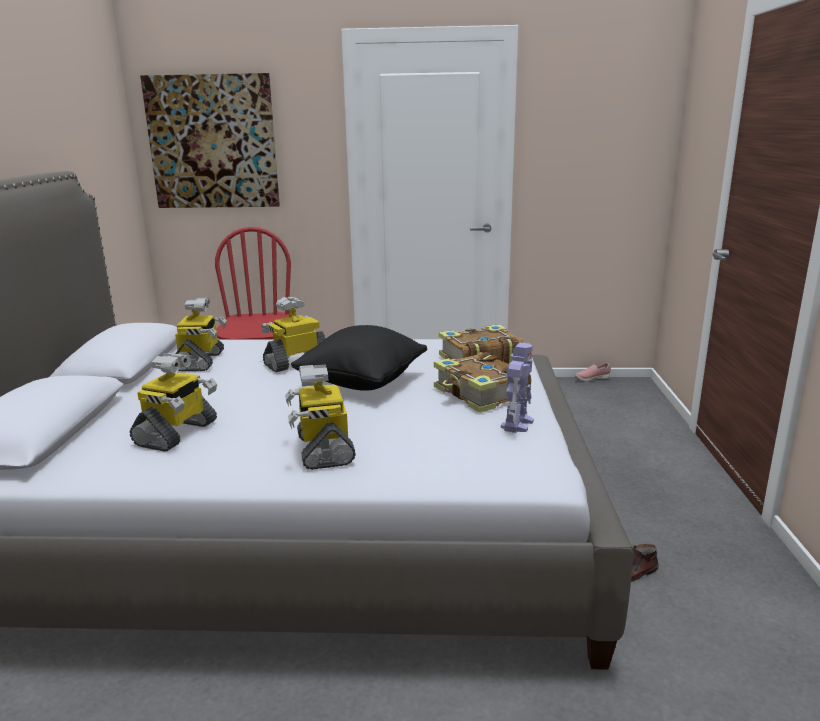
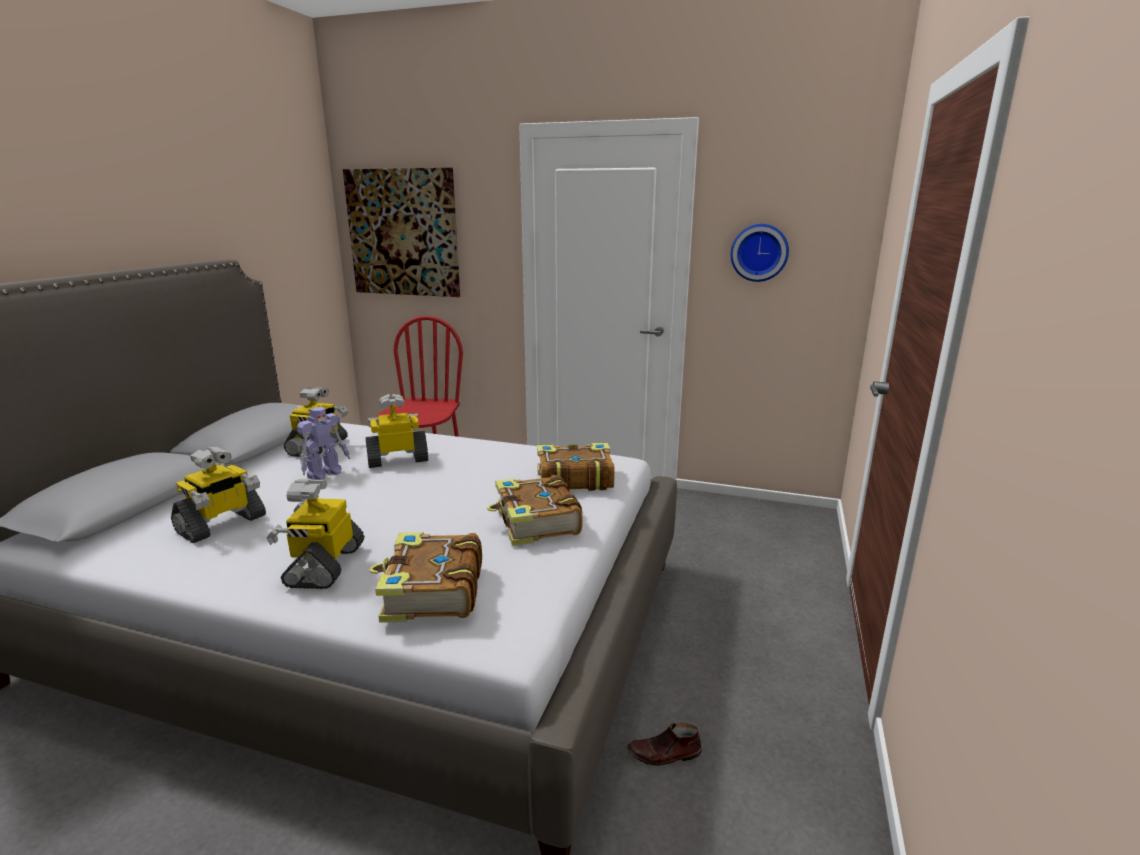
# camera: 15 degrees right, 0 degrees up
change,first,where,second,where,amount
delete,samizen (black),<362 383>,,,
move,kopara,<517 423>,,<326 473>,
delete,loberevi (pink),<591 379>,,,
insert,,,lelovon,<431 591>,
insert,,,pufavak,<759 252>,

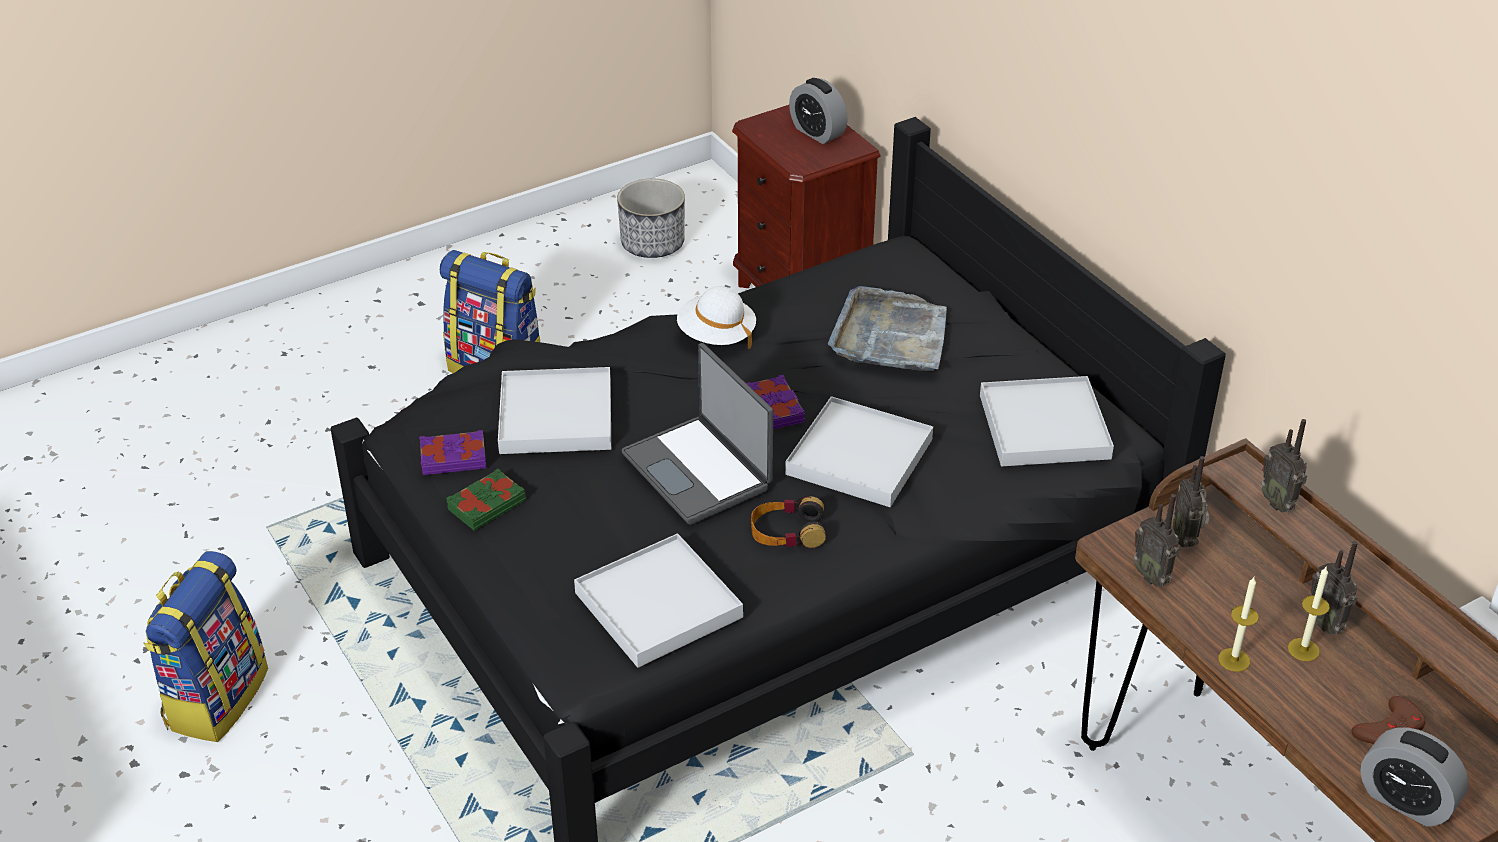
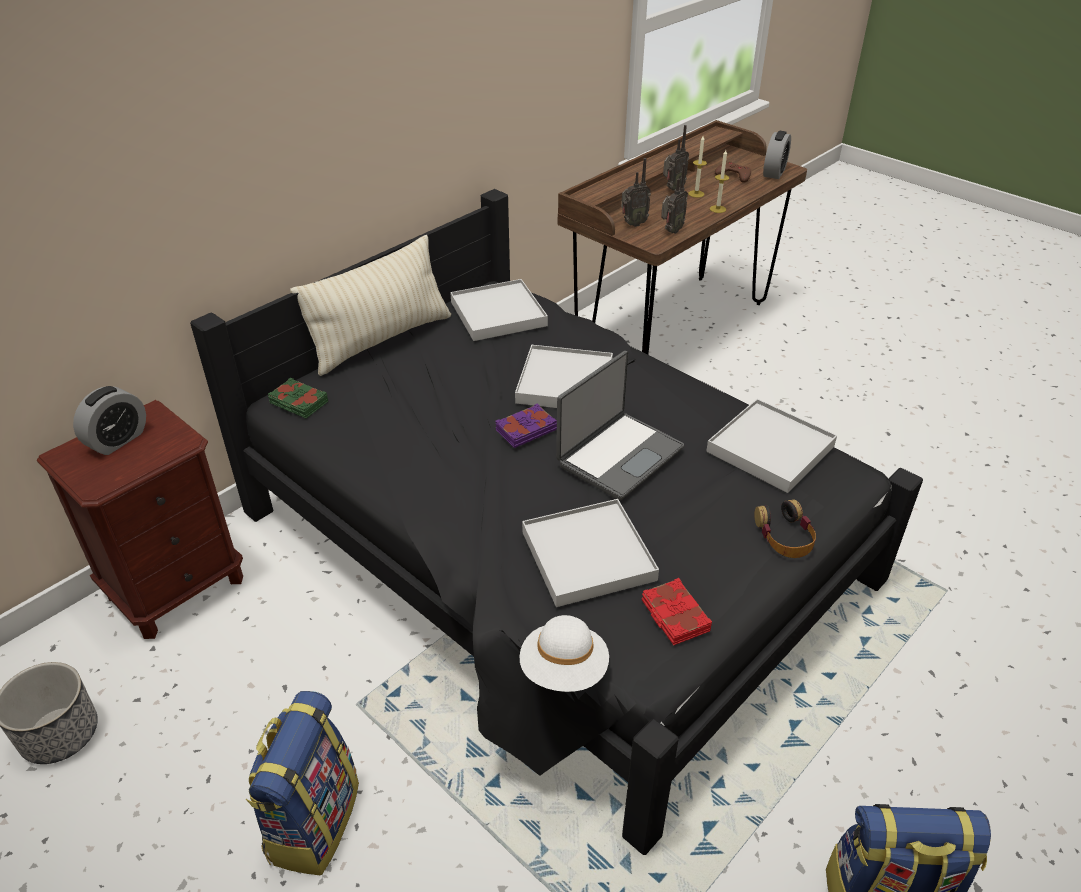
# camera: 105 degrees left, 0 degrees up
change,first,where,second,where,amount
recolor,lelovon (purple),<453 457>,lelovon (red),<674 616>,
move,lelovon (green),<486 505>,,<298 403>,
move,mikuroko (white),<716 335>,,<564 670>,
move,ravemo,<787 531>,,<785 536>,
delete,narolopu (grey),<890 336>,,,
delete,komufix,<1278 503>,,,
insert,,,samizen (beige),<381 340>,

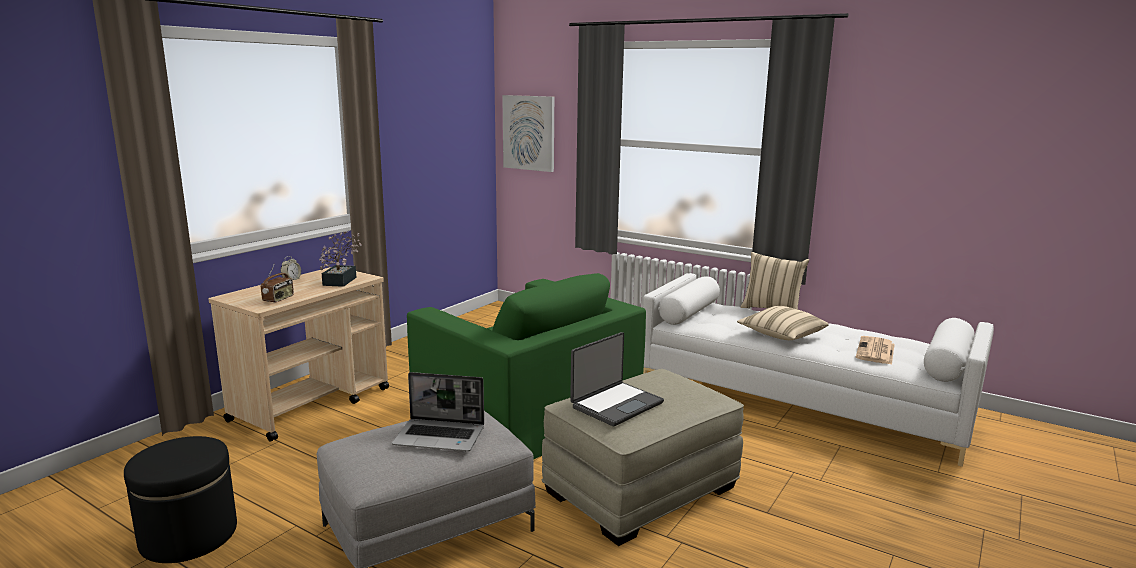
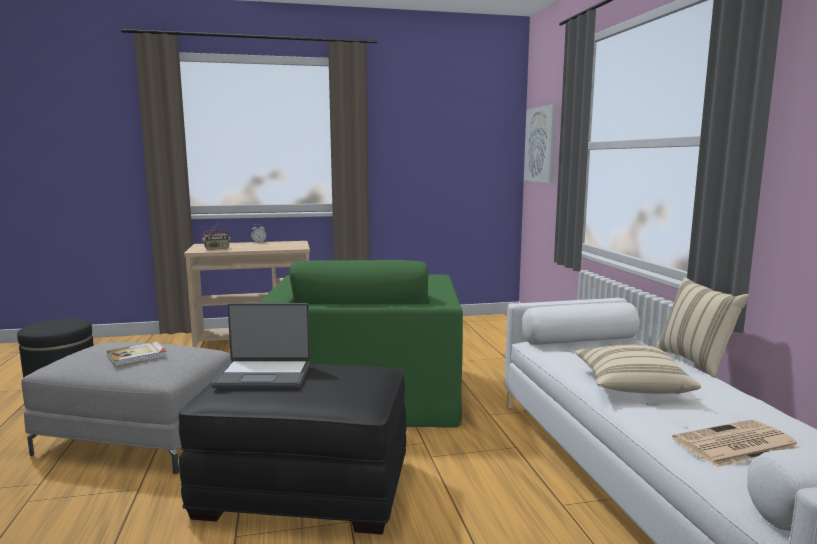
# camera: 45 degrees right, 5 degrees down
change,first,where,second,where,amount
delete,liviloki,<342 280>,,,
replace,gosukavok,<441 436>,lelovon,<137 356>,
recolor,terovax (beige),<641 489>,terovax (black),<306 488>,

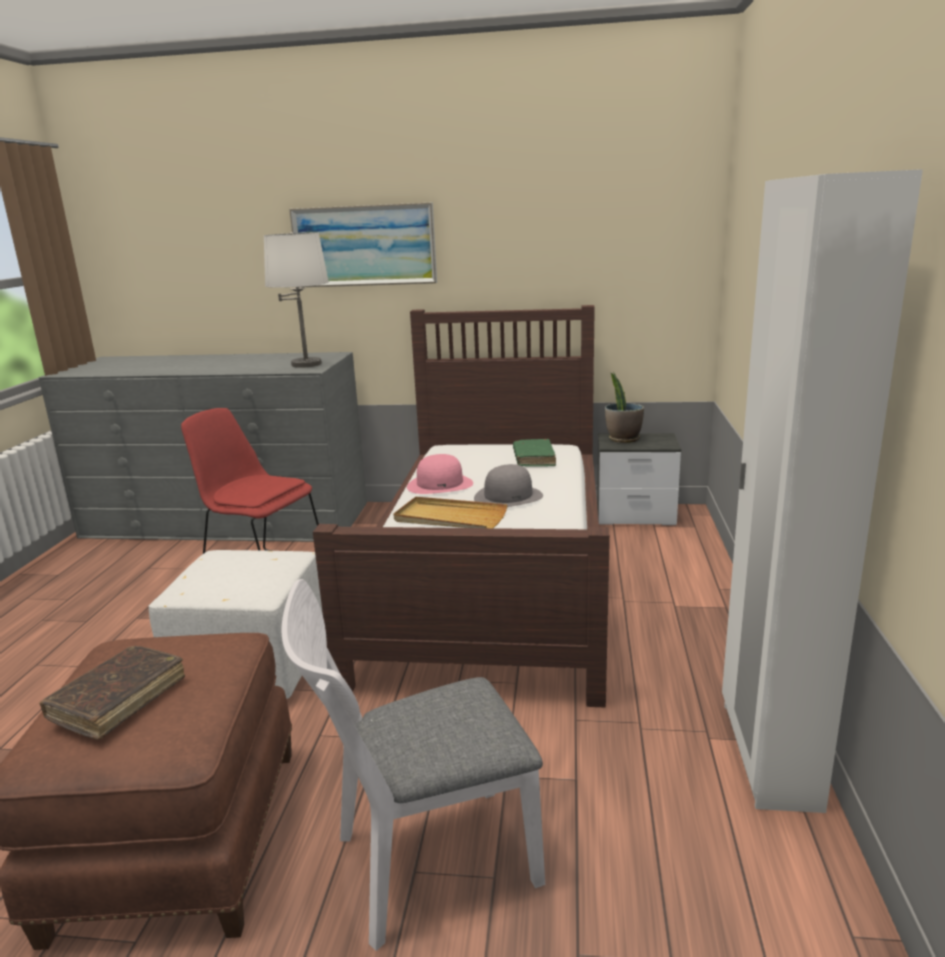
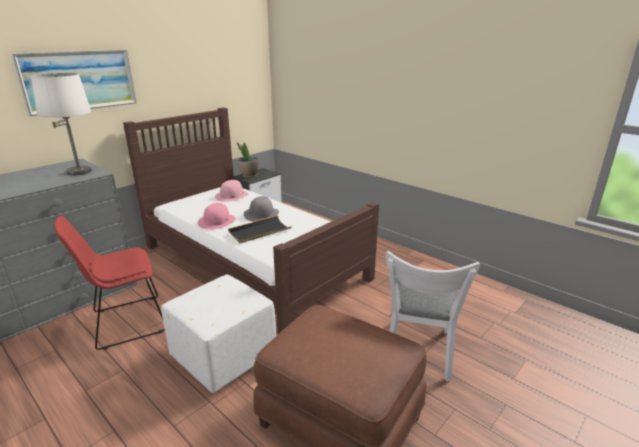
# camera: 55 degrees left, 5 degrees up
change,first,where,second,where,amount
delete,lelovon (brown),<118 700>,,,
recolor,narolopu (beige),<450 518>,narolopu (black),<259 231>,
replace,lelovon (green),<533 459>,mikuroko (pink),<232 195>,
delete,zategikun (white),<767 754>,,,

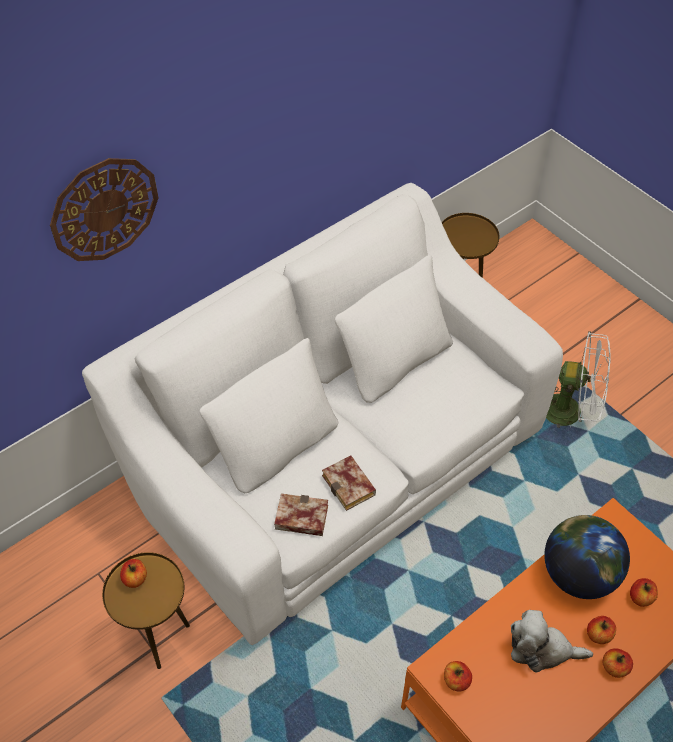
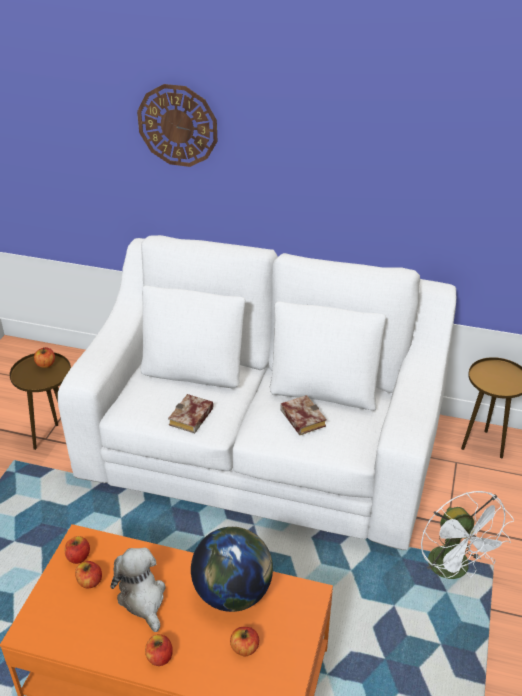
# camera: 55 degrees right, 15 degrees down
change,first,where,second,where,amount
move,lelovon,<299 519>,,<300 418>,
move,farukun,<599 635>,,<89 581>,

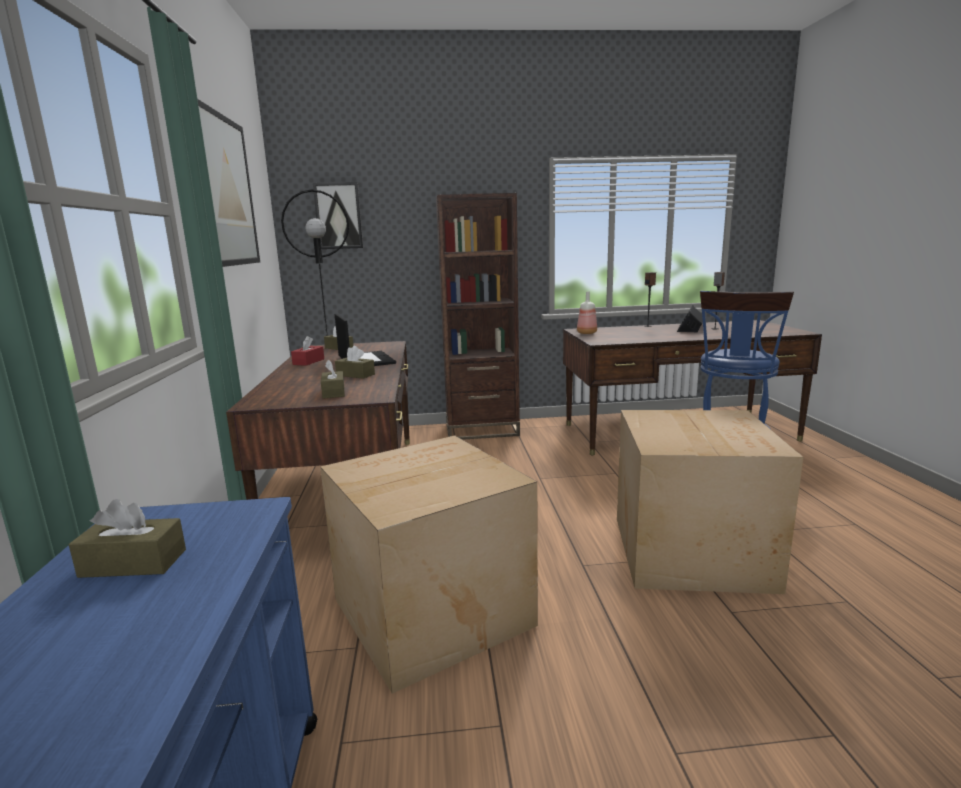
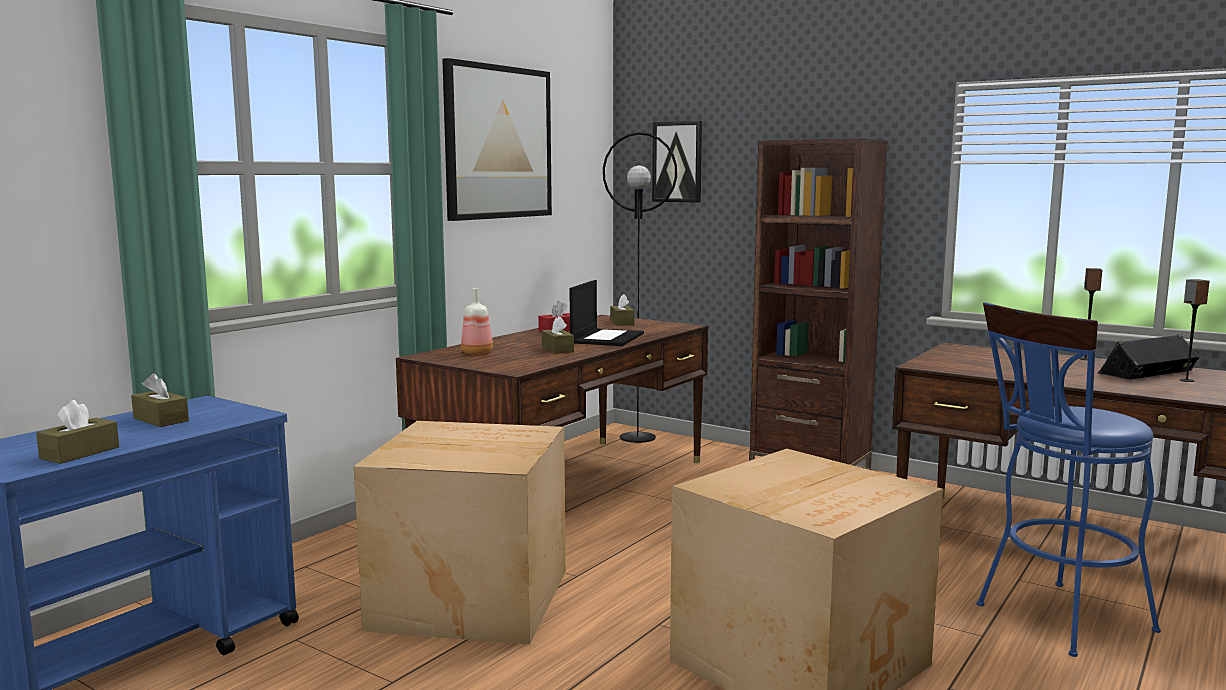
# camera: 40 degrees right, 5 degrees down
change,first,where,second,where,amount
move,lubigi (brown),<333 392>,,<80 453>,
move,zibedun,<586 333>,,<476 352>,

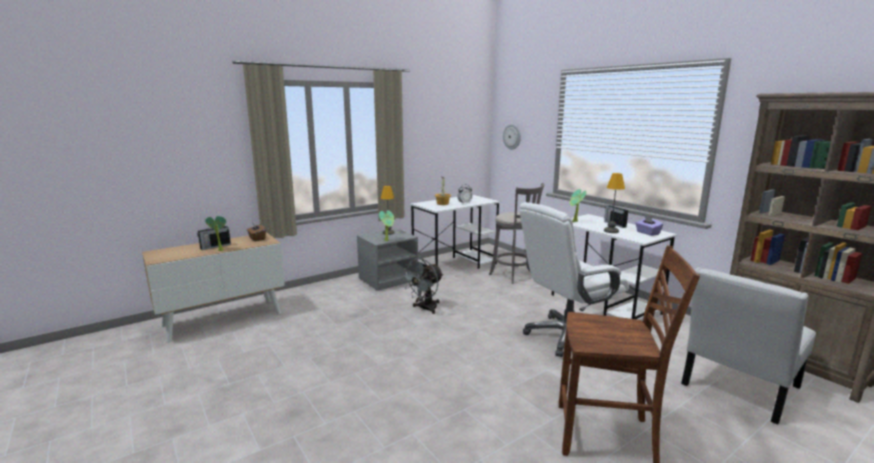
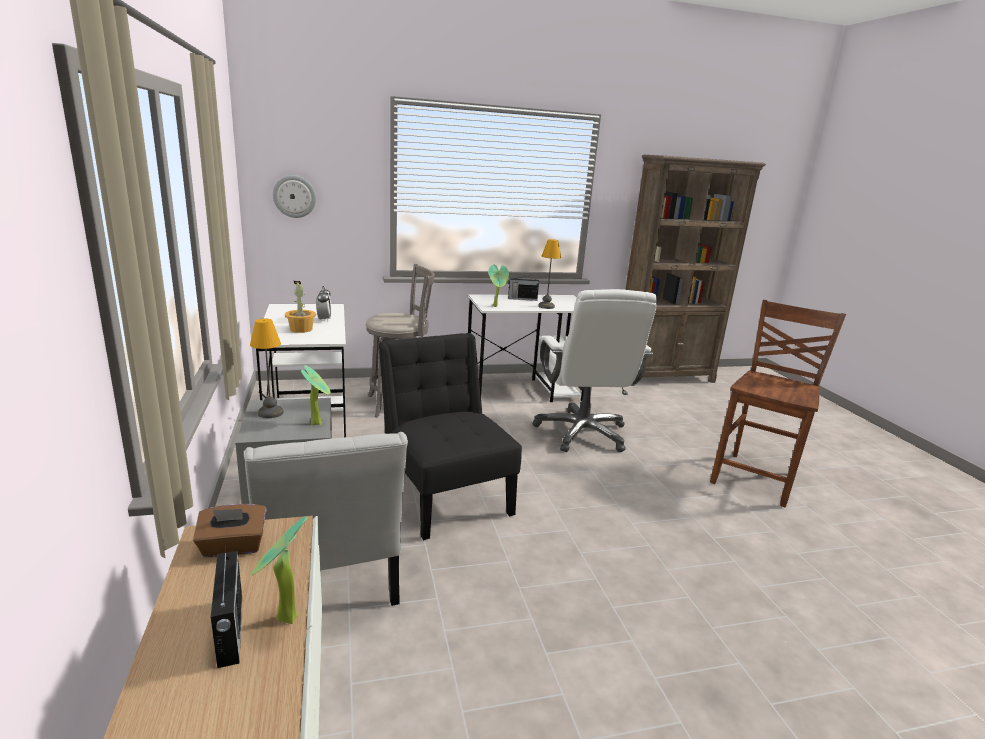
# camera: 70 degrees left, 5 degrees up
change,first,where,second,where,amount
replace,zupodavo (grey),<425 309>,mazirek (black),<445 495>,
delete,lubigi (purple),<647 233>,,,
move,mazirek (white),<737 388>,,<328 581>,

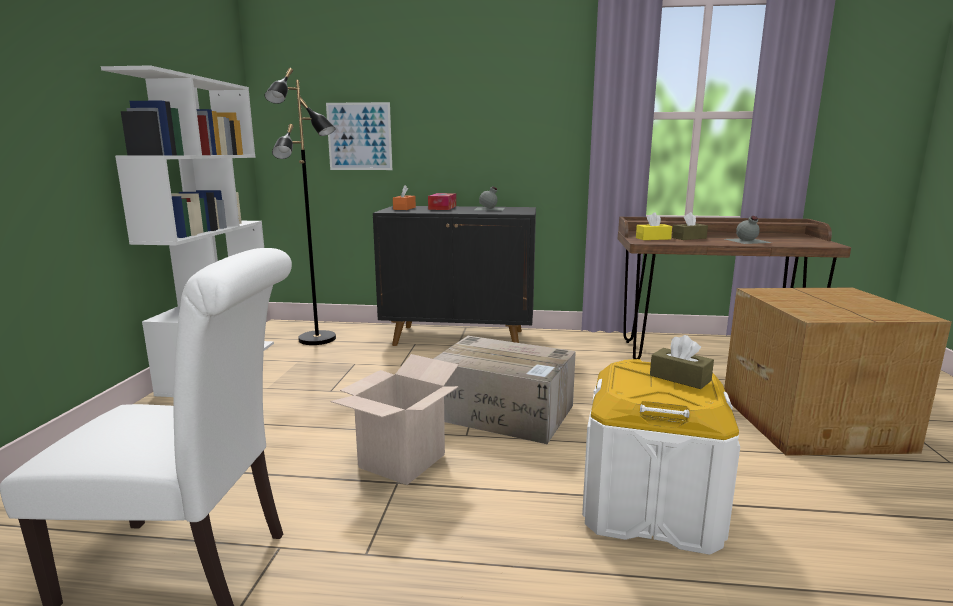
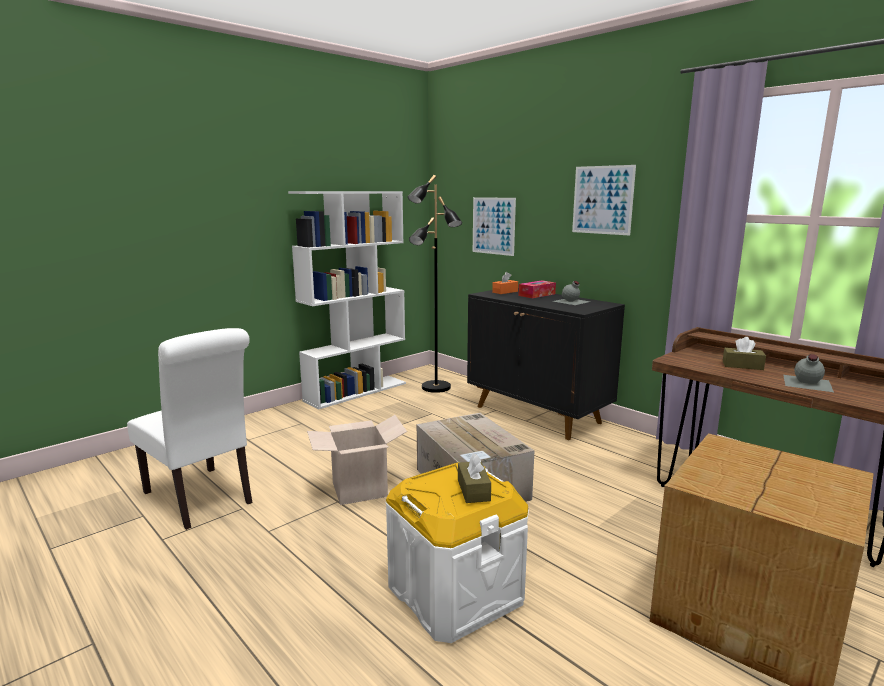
# camera: 40 degrees right, 0 degrees up
change,first,where,second,where,amount
delete,lubigi (yellow),<653 238>,,,
insert,,,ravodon,<602 200>,

